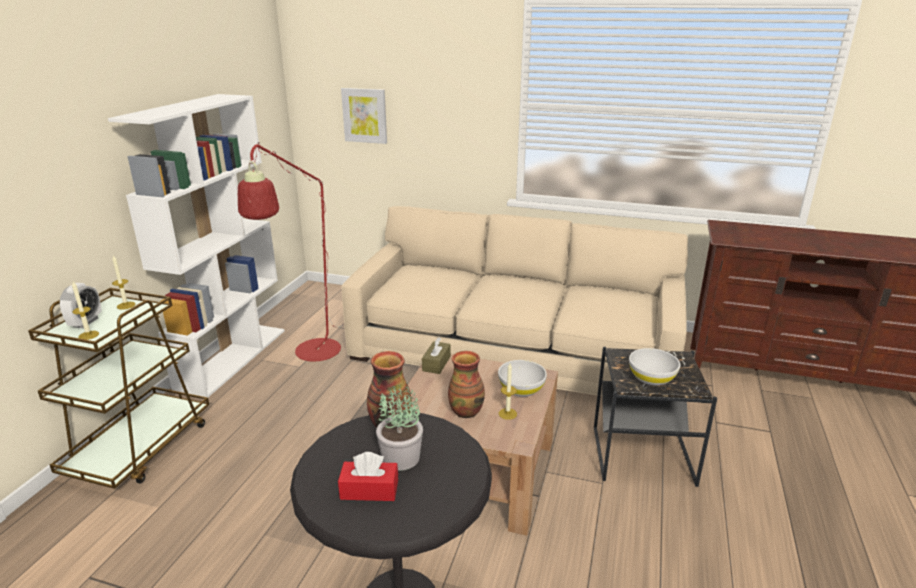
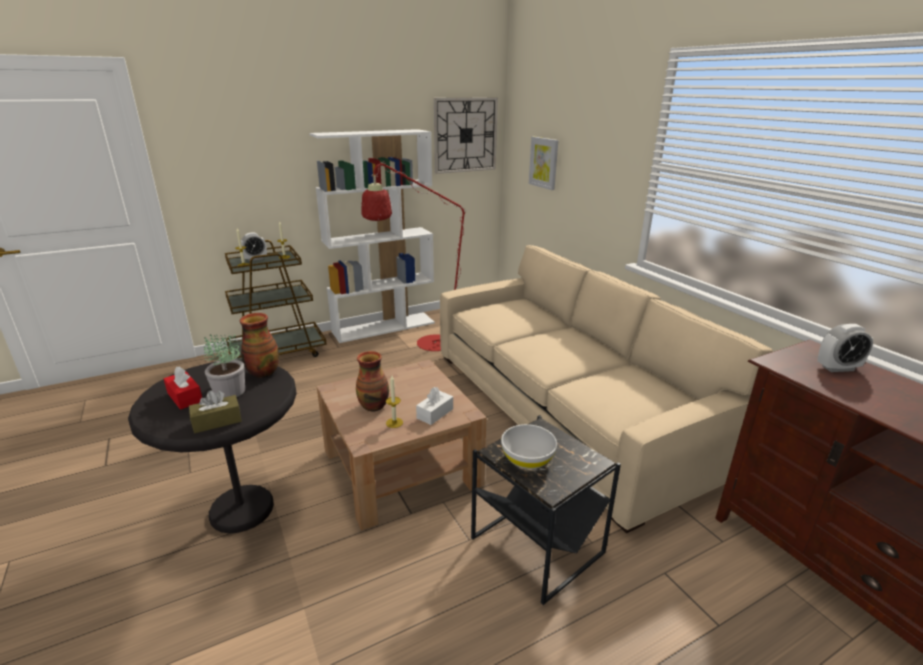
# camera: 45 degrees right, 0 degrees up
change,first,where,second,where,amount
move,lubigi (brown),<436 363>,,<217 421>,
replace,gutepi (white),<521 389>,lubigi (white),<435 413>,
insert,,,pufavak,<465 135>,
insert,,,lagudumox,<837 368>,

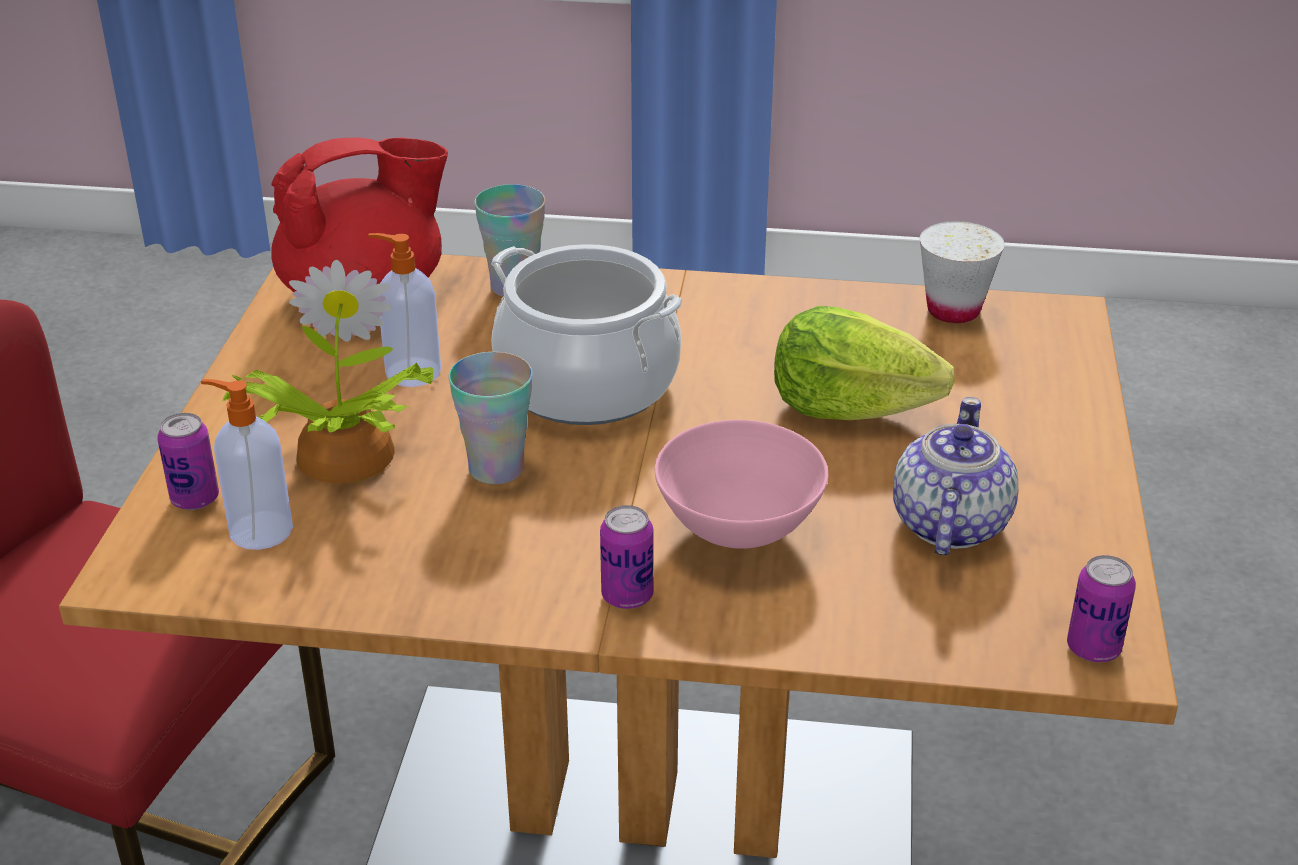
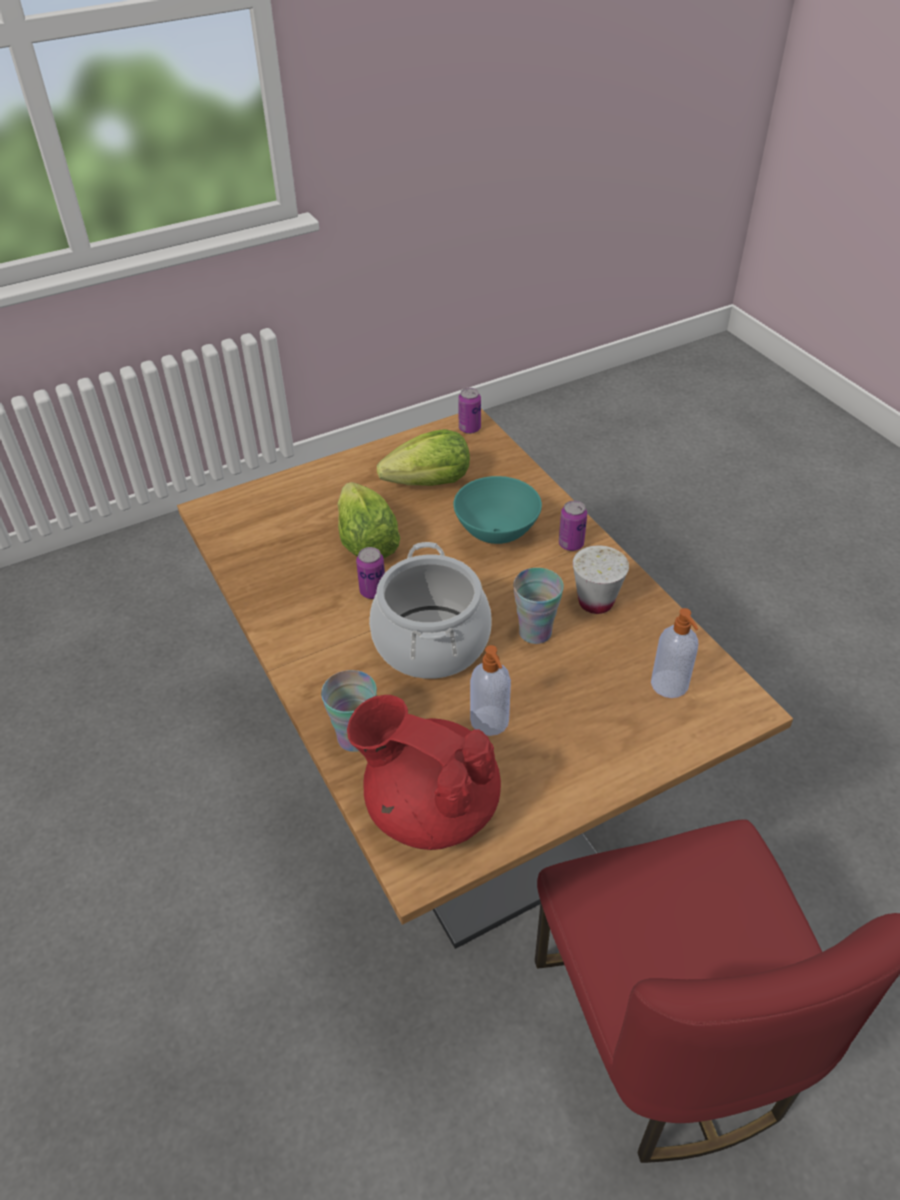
# camera: 125 degrees left, 10 degrees up
change,first,where,second,where,amount
move,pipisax,<195 499>,,<373 591>,
delete,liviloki,<340 457>,,,
recolor,gutepi (pink),<738 531>,gutepi (turquoise),<496 535>,
replace,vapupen,<948 525>,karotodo,<430 483>,
move,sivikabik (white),<953 310>,,<595 602>,

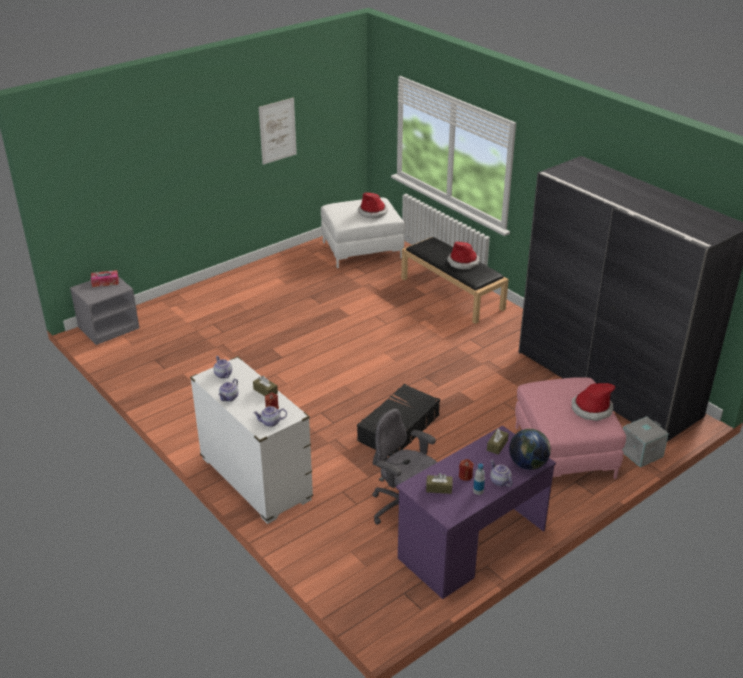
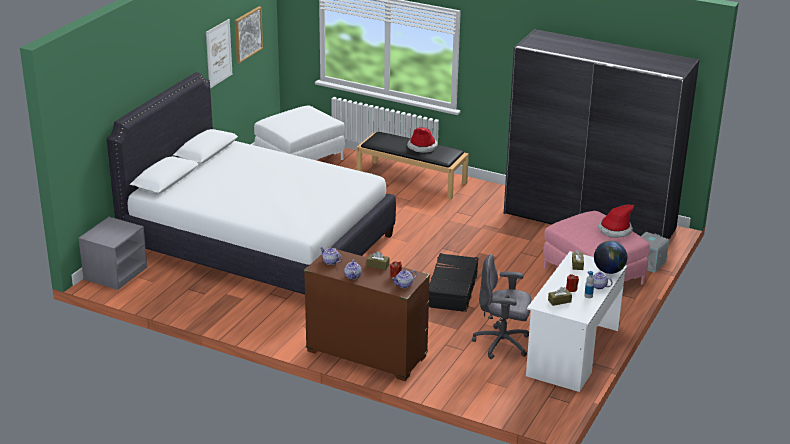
# camera: 25 degrees left, 5 degrees down
change,first,where,second,where,amount
delete,lubigi,<105 282>,,,
recolor,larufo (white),<255 479>,larufo (brown),<366 354>,
delete,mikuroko,<372 212>,,,
recolor,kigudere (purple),<471 544>,kigudere (white),<572 353>,
insert,,,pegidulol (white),<258 244>,
insert,,,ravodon,<247 34>,

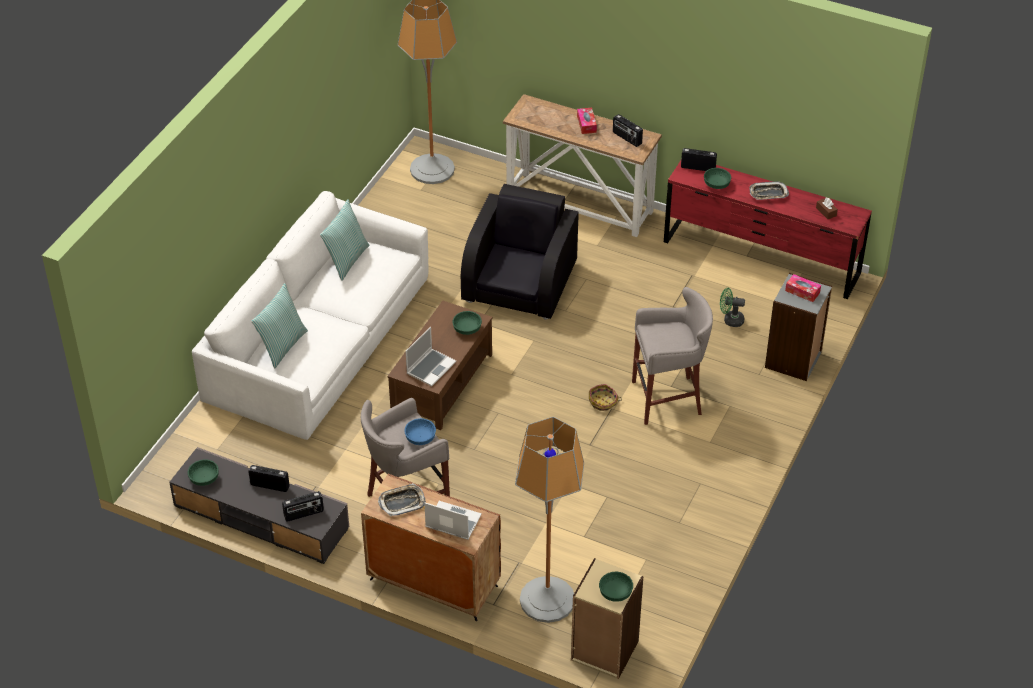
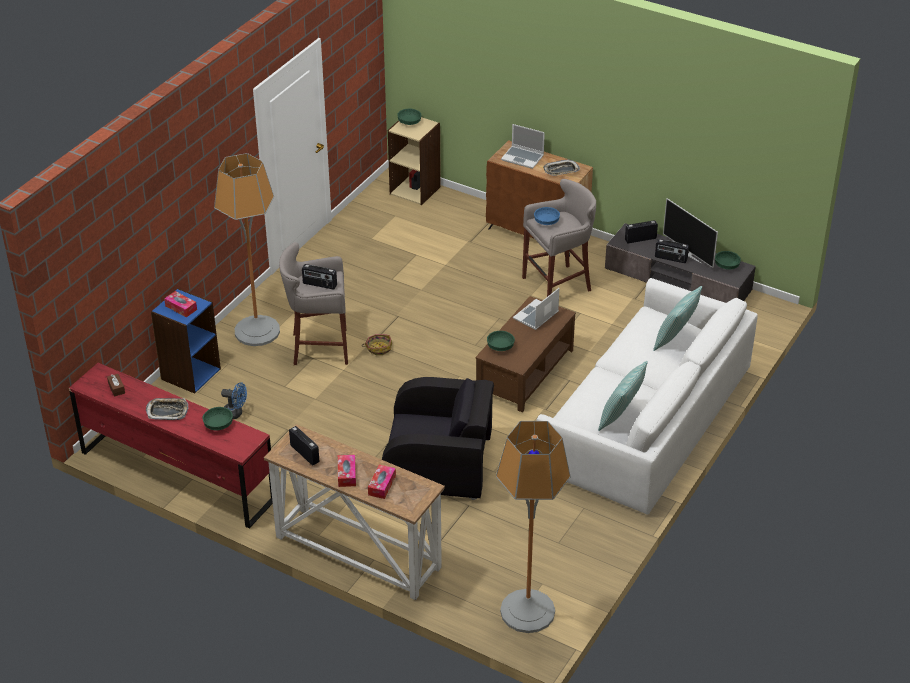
# camera: 175 degrees left, 5 degrees down
change,first,where,second,where,amount
rotate,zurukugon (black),<520 282>,,<439 464>,105 degrees counterclockwise
move,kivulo,<547 600>,,<257 331>,
move,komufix,<698 167>,,<319 285>,
recolor,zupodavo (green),<730 320>,zupodavo (blue),<235 413>,
recolor,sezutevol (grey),<794 360>,sezutevol (blue),<190 373>,
insert,,,lubigi,<382 485>,
insert,,,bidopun,<689 254>,

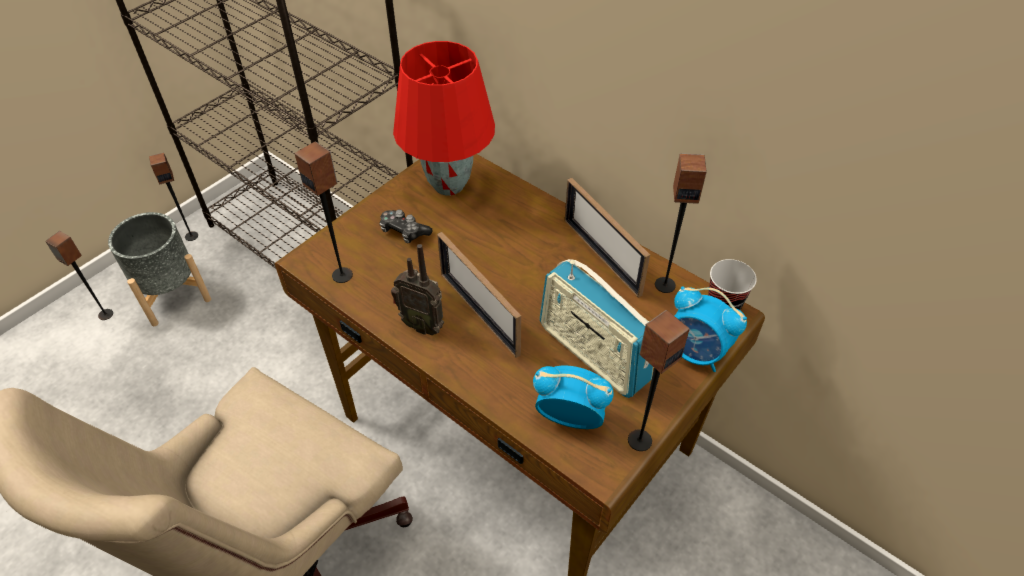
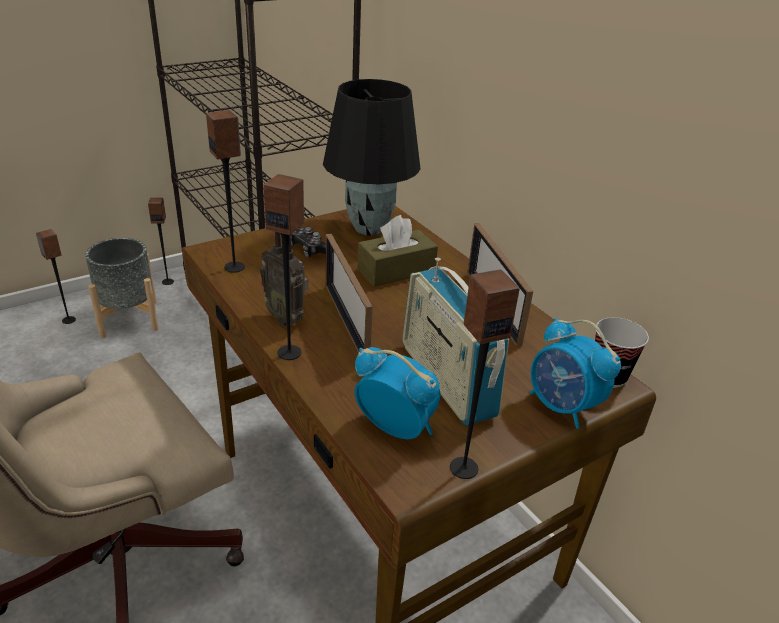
# camera: 15 degrees right, 15 degrees down
change,first,where,second,where,amount
recolor,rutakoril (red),<447 185>,rutakoril (black),<368 228>,
move,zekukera,<665 284>,,<289 352>,
insert,,,lubigi (brown),<396 270>,

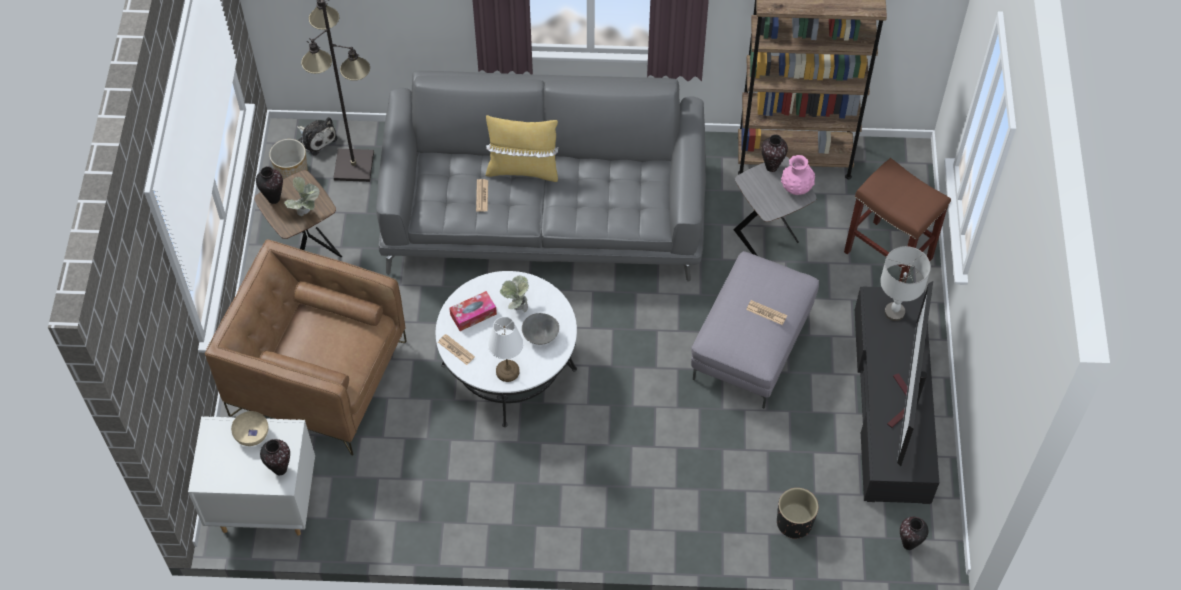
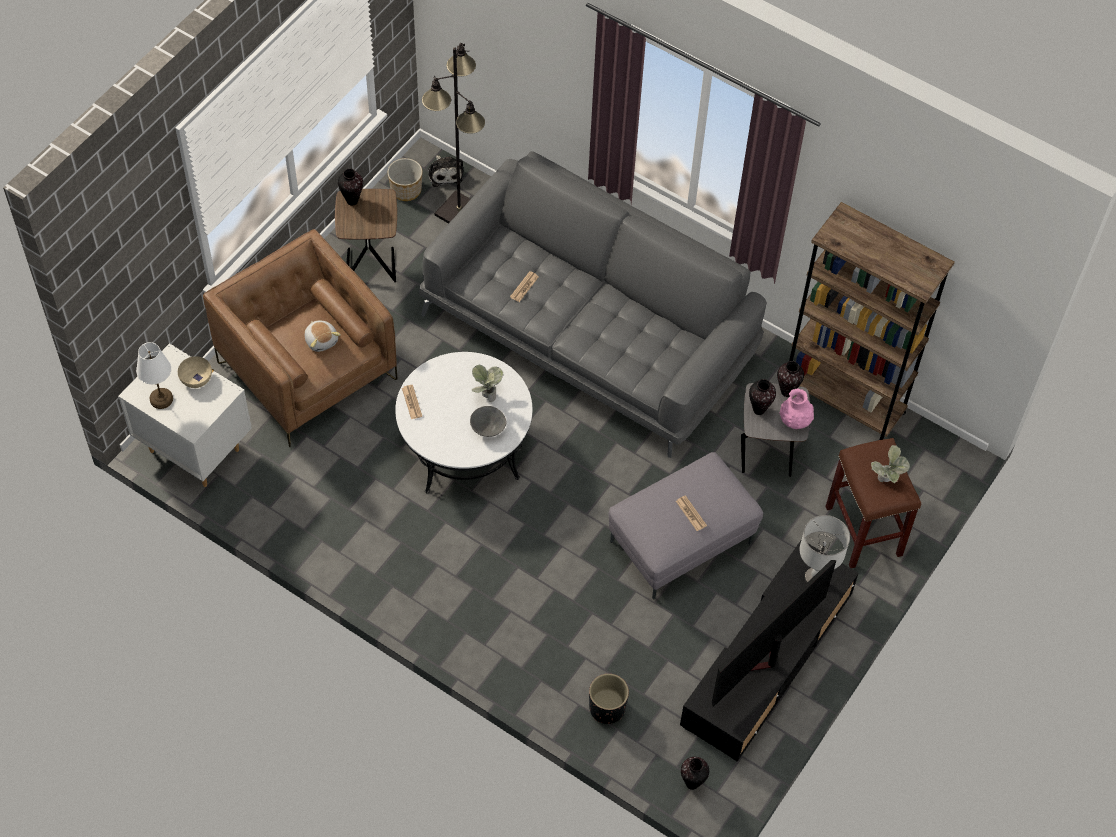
# camera: 30 degrees right, 0 degrees up
change,first,where,second,where,amount
move,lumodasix,<280 469>,,<759 409>,
move,liviloki,<306 213>,,<886 481>,
delete,lubigi,<473 314>,,,
delete,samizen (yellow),<523 169>,,,
move,rutakoril (white),<507 371>,,<161 399>,
insert,,,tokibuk,<321 340>,

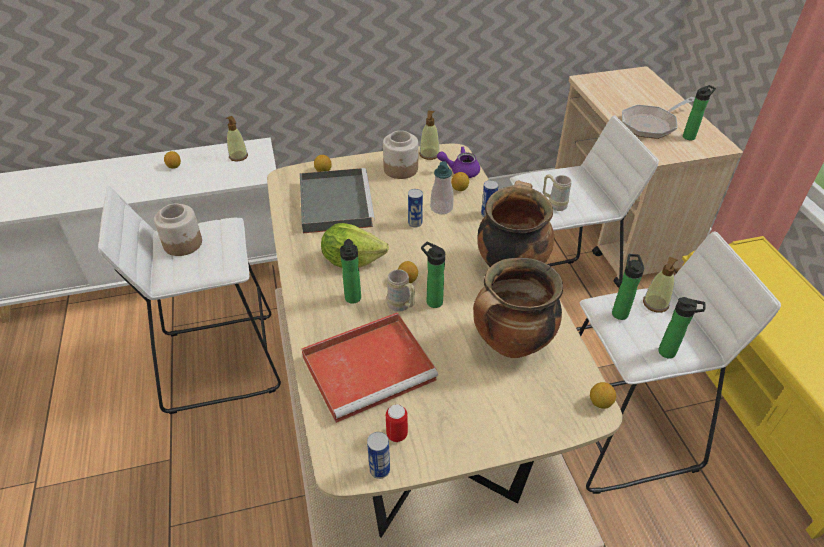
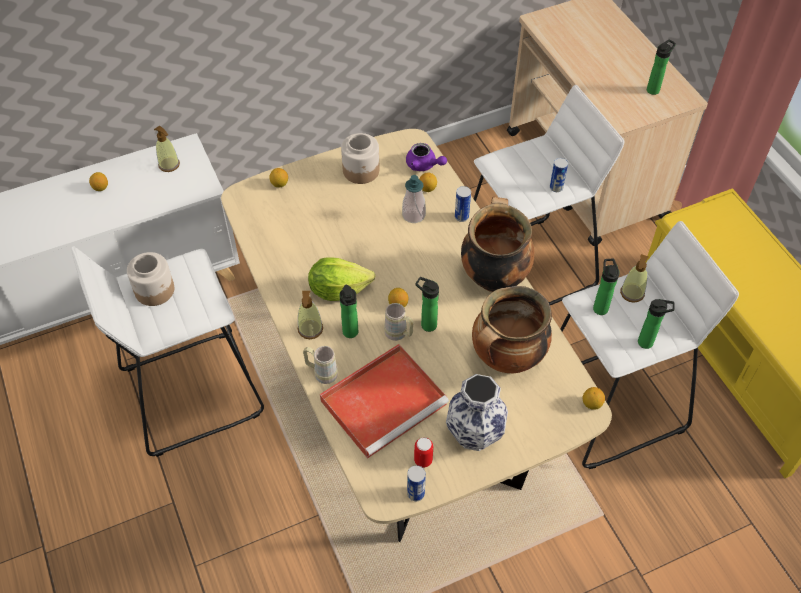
# camera: 10 degrees left, 10 degrees up
change,first,where,second,where,amount
delete,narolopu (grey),<334 202>,,,
move,pipisax,<415 223>,,<556 187>,
move,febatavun,<429 154>,,<310 329>,
rotate,vapupen (purple),<460 171>,,<424 165>,135 degrees counterclockwise
move,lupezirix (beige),<553 204>,,<321 373>,
delete,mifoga,<651 124>,,,
insert,,,lumodasix,<474 433>,

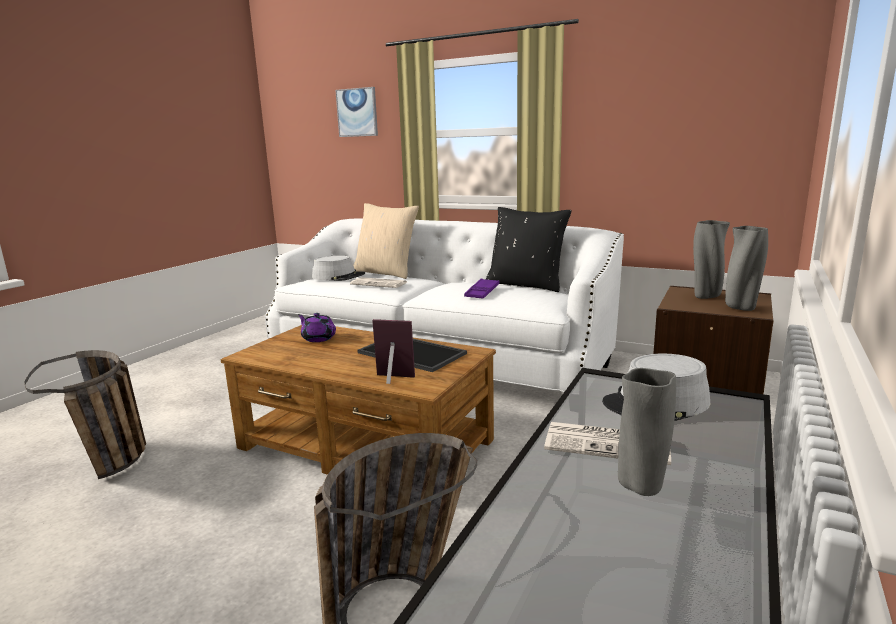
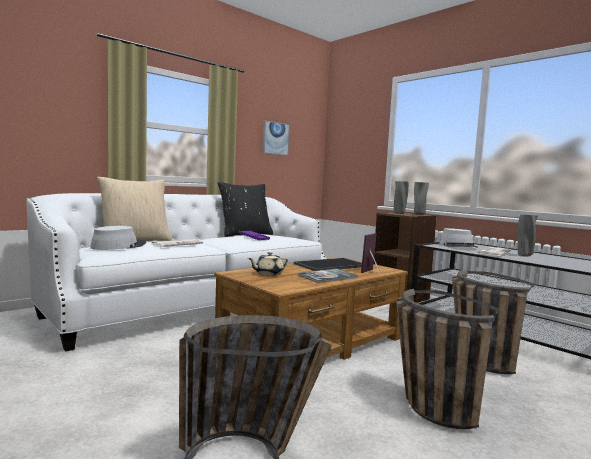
# camera: 70 degrees left, 10 degrees down
change,first,where,second,where,amount
recolor,vapupen (purple),<318 338>,vapupen (beige),<268 274>,
move,ravodon,<357 112>,,<275 138>,
insert,,,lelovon,<328 276>,
insert,,,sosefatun,<426 403>,

